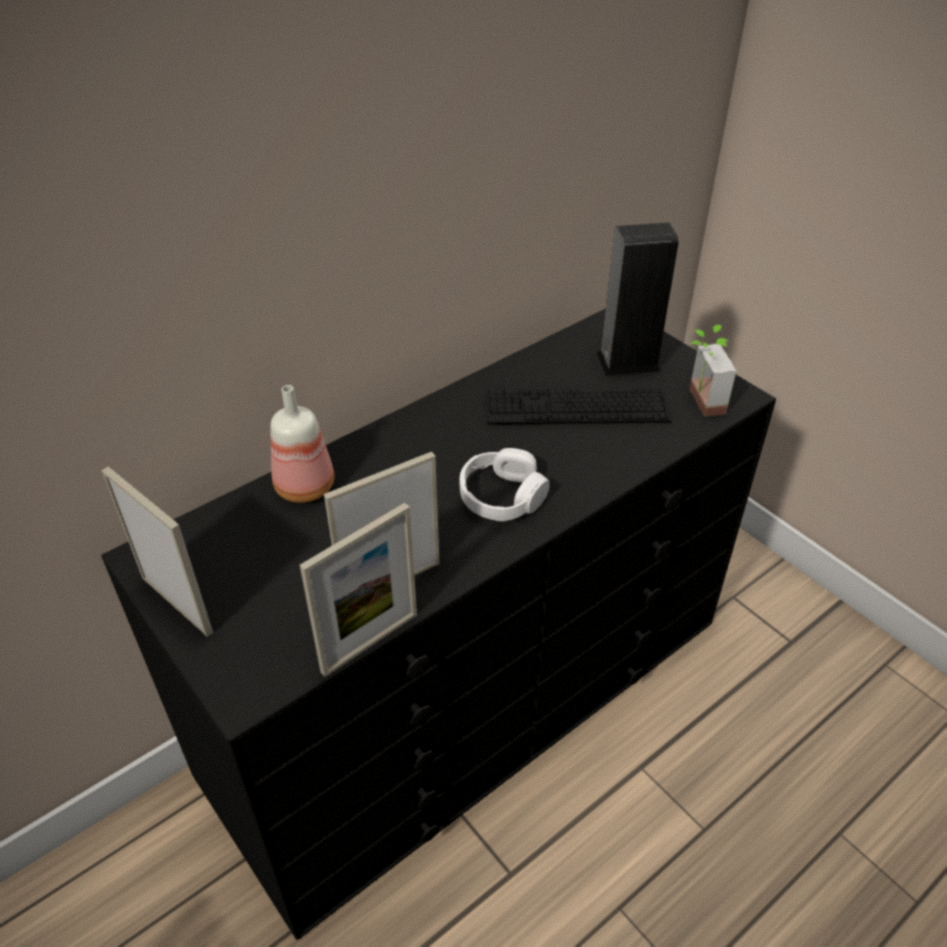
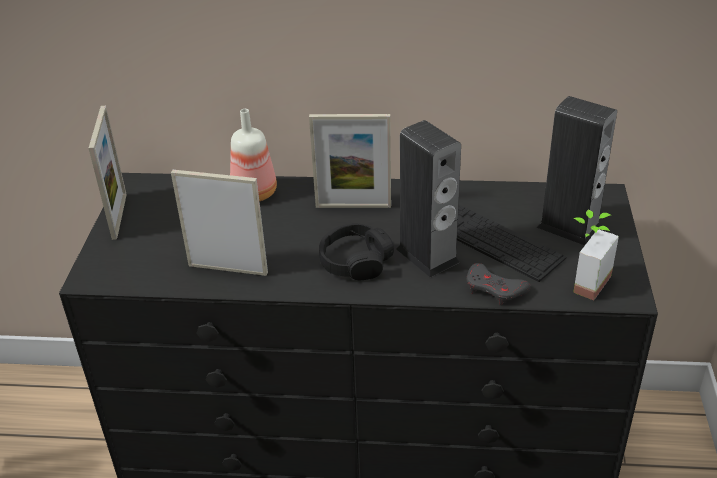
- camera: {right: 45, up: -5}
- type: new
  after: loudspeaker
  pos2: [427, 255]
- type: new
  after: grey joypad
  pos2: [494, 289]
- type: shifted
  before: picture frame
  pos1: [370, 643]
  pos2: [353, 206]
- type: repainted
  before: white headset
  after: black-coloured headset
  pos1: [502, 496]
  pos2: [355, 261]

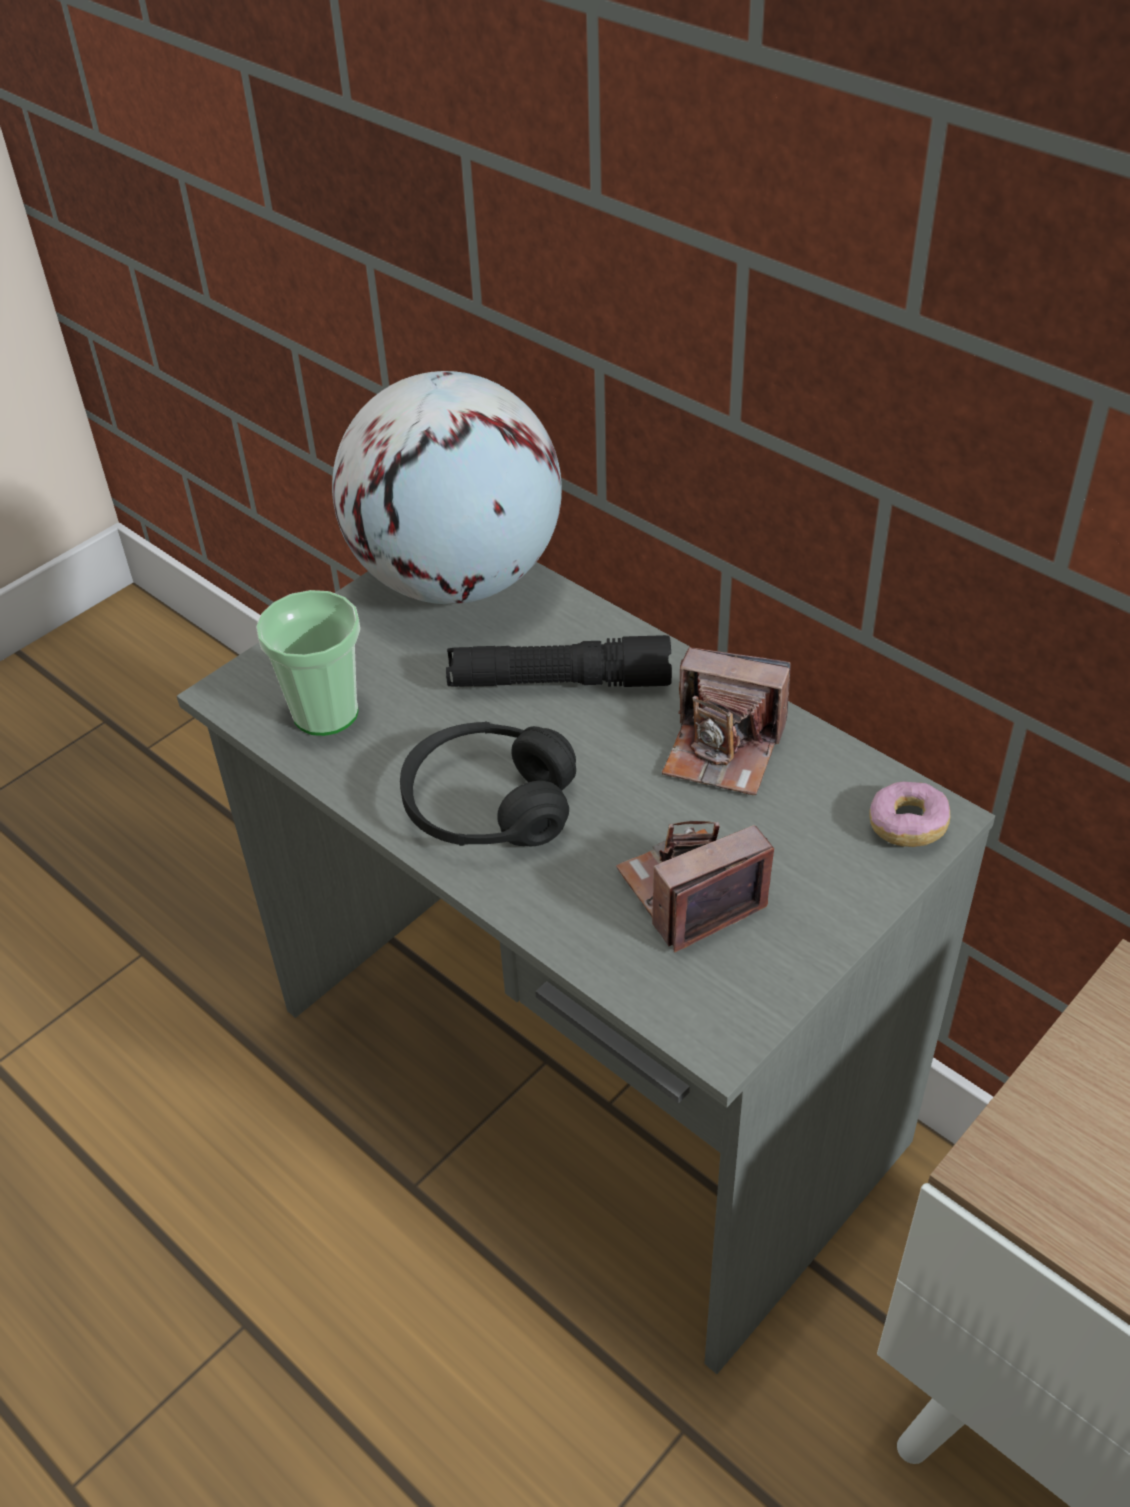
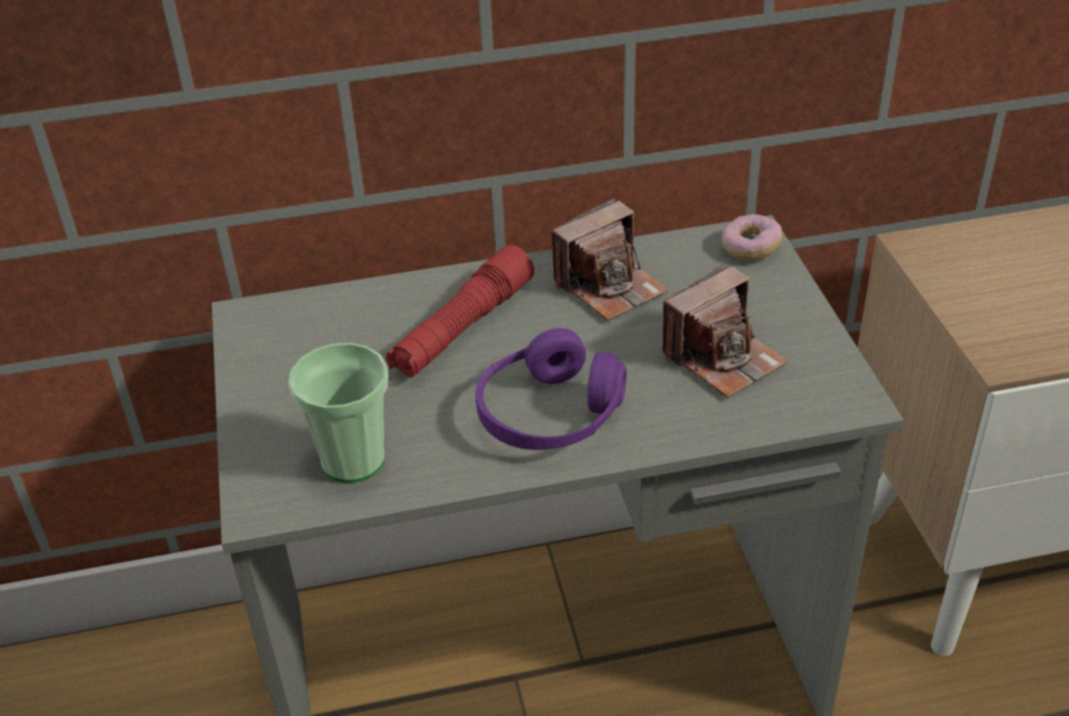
- camera: {right: -55, up: -5}
- type: gone
  before: world globe
  pos1: [457, 579]
- type: repainted
  before: black-coloured headset
  after: purple headset
  pos1: [489, 806]
  pos2: [550, 414]
- type: repainted
  before: black-coloured hand torch
  after: red-coloured hand torch
  pos1: [559, 682]
  pos2: [462, 328]
- type: rotated
  before: photo camera
  pos1: [690, 893]
  pos2: [723, 358]
  turn: -135

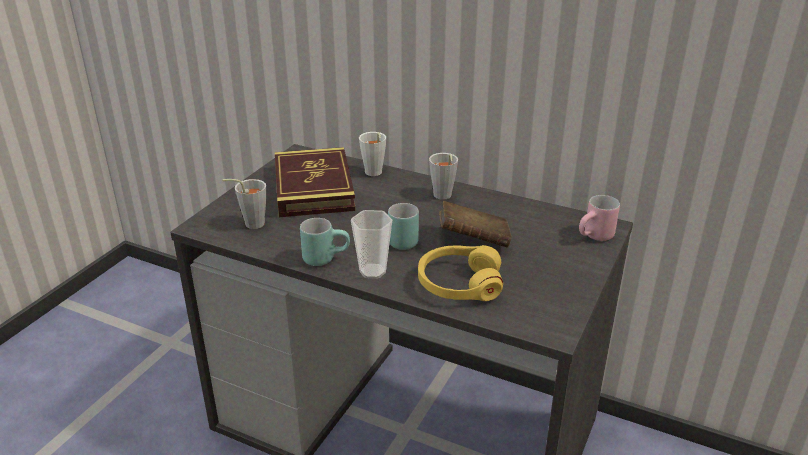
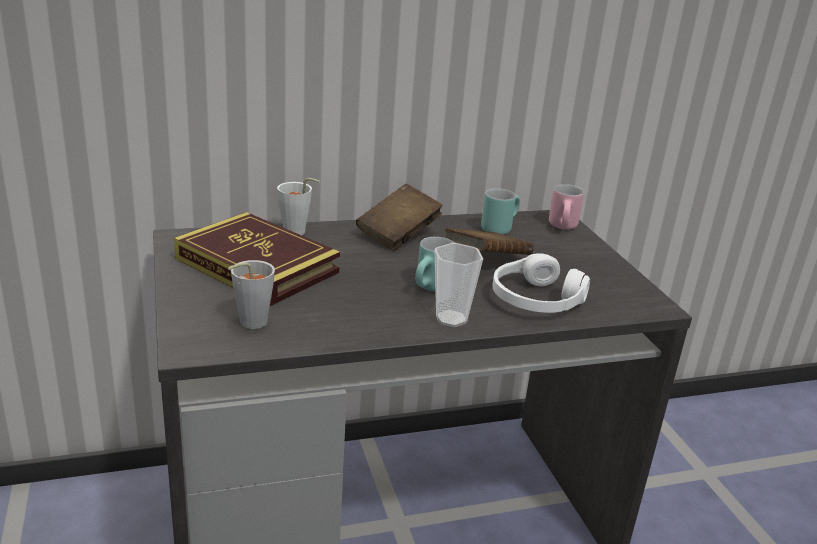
- camera: {right: -45, up: -5}
- type: shifted
  before: turquoise coffee mug
  pos1: [325, 257]
  pos2: [498, 227]
- type: swapped
  before: grey drinking cup
  after: brown volume
  pos1: [442, 197]
  pos2: [398, 234]
- type: repainted
  before: yellow-coloured headset
  after: white headset
  pos1: [459, 284]
  pos2: [536, 300]

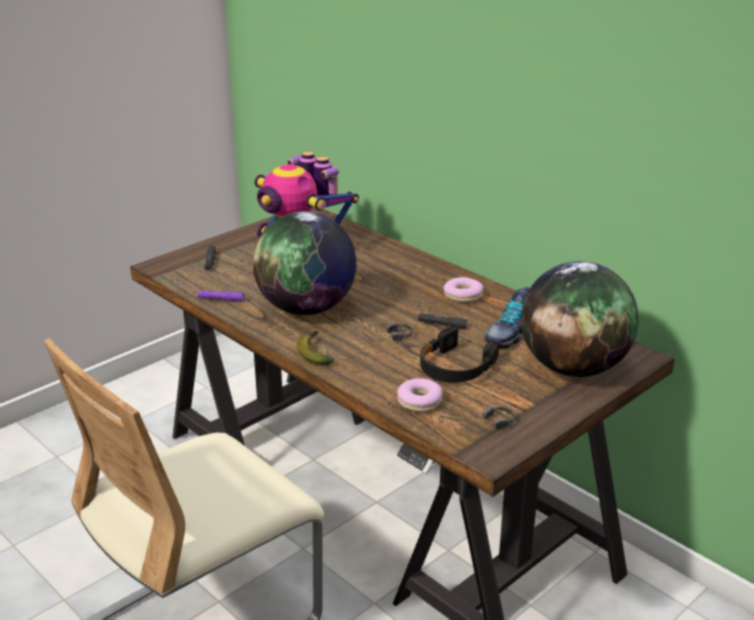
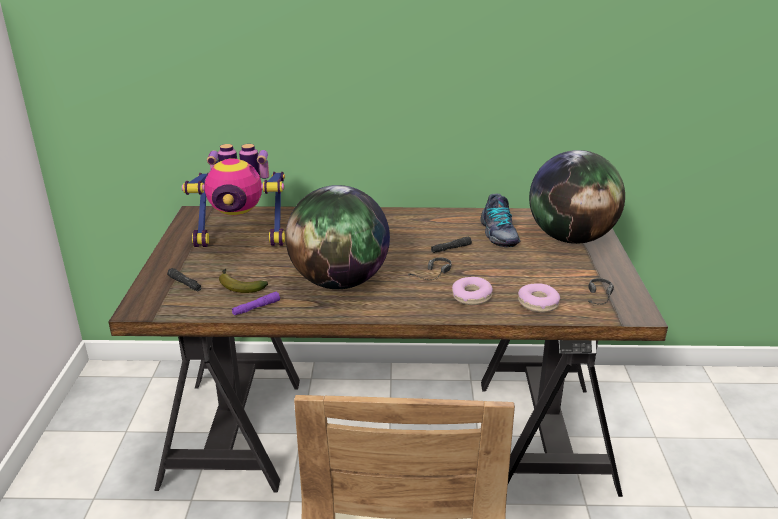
- camera: {right: -45, up: 0}
- type: gone
  before: black-coloured headset
  pos1: [455, 367]
- type: shifted
  before: banana fruit
  pos1: [314, 353]
  pos2: [239, 286]
- type: shifted
  before: doughnut
  pos1: [463, 296]
  pos2: [471, 297]

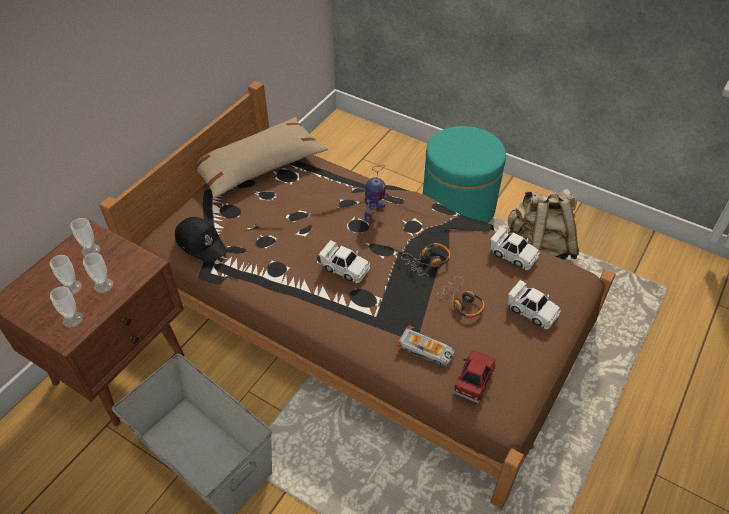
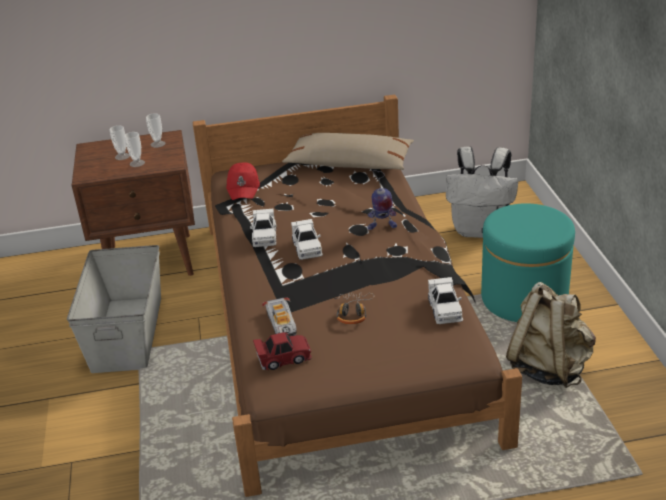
- camera: {right: 50, up: -15}
- type: gone
  before: drinking cup
  pos1: [73, 319]
- type: gone
  before: headset
  pos1: [428, 262]
- type: new
  after: white knapsack
  pos2: [480, 230]
- type: shifted
  before: white toy car
  pos1: [532, 311]
  pos2: [264, 236]
- type: repainted
  before: black-coloured cap
  after: red-coloured cap
  pos1: [201, 244]
  pos2: [244, 187]

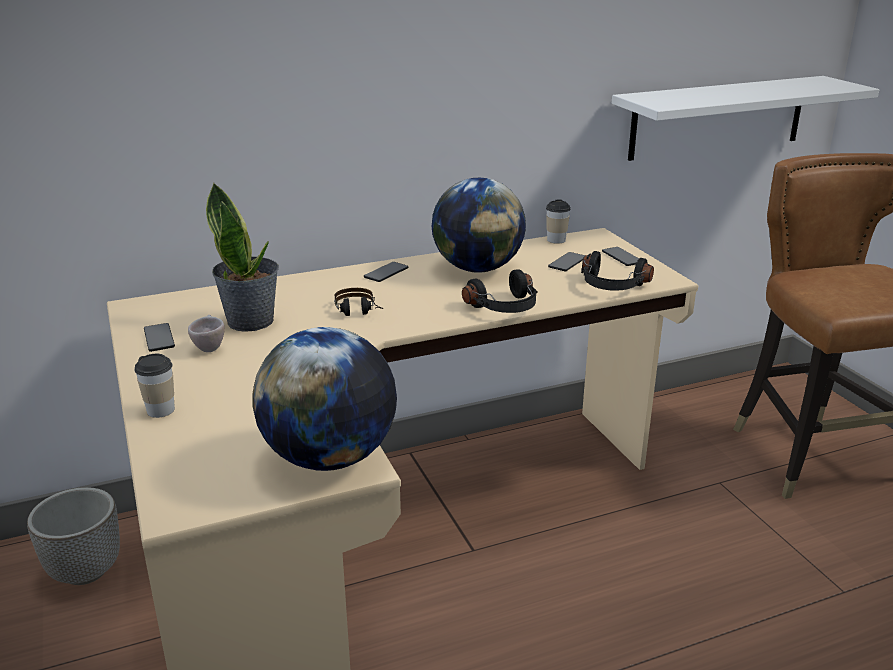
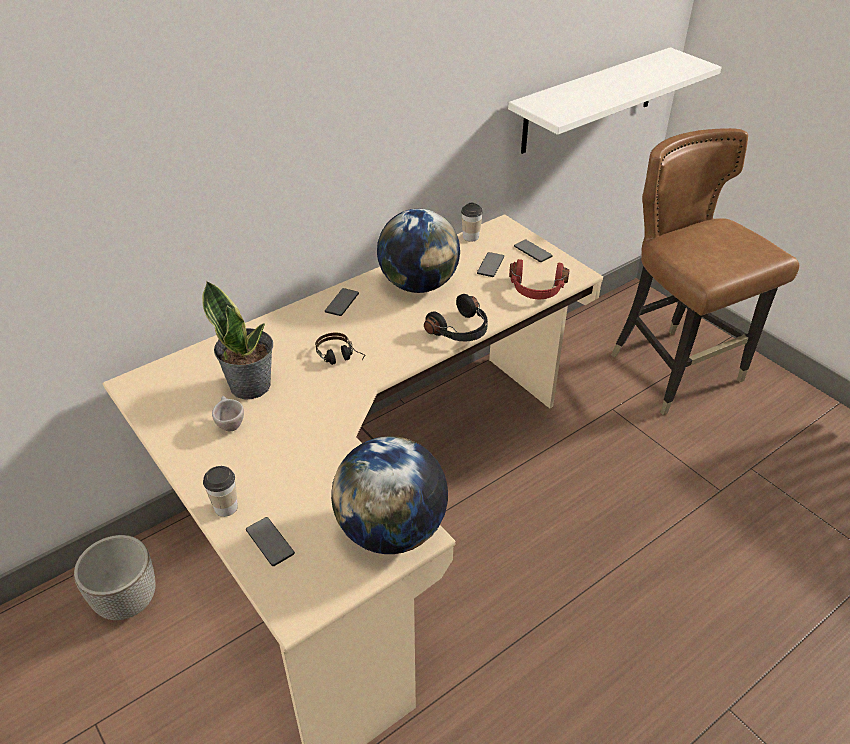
- camera: {right: -15, up: 15}
- type: shifted
  before: telephone
  pos1: [159, 338]
  pos2: [270, 542]
- type: repainted
  before: black-coloured headset
  after: red-coloured headset
  pos1: [611, 286]
  pos2: [537, 290]

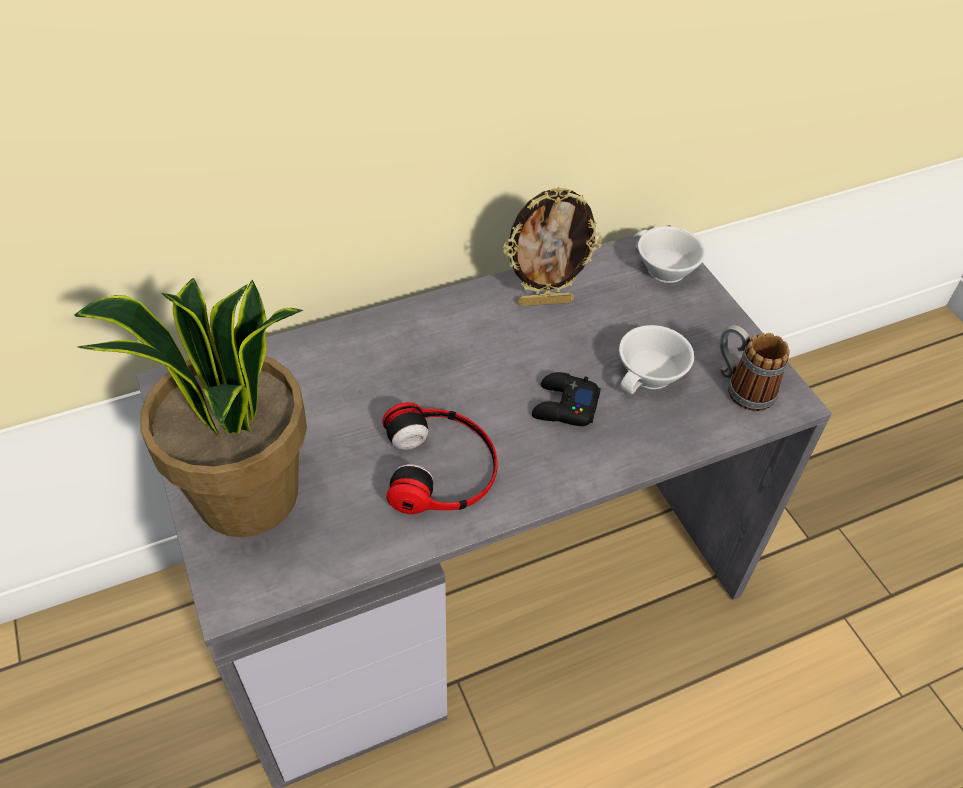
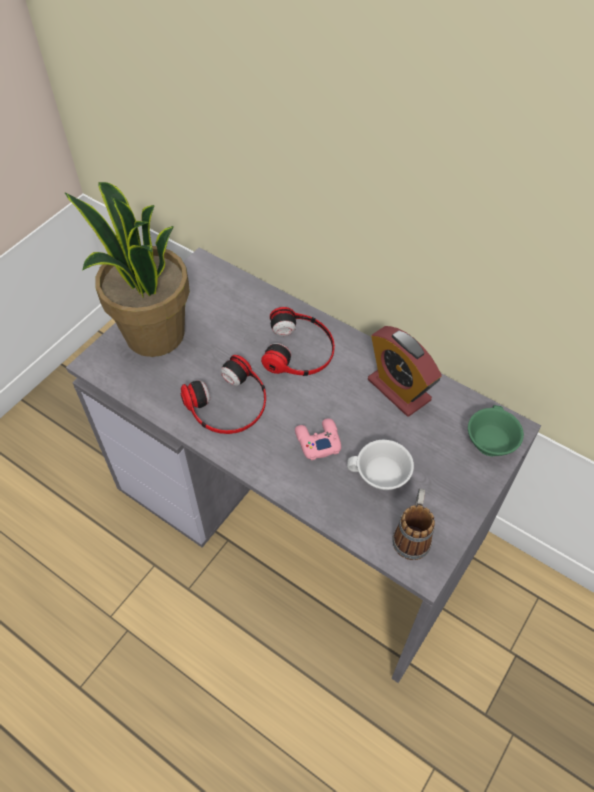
- camera: {right: 60, up: 5}
- type: new
  after: headset
  pos2: [299, 349]
- type: swapped
  before: picture frame
  after: bedside clock
  pos1: [545, 301]
  pos2: [399, 390]
- type: repainted
  before: black-coloured joypad
  after: pink-coloured joypad
  pos1: [564, 406]
  pos2: [317, 441]
- type: repainted
  before: white drinking cup
  after: green-coloured drinking cup
  pos1: [663, 269]
  pos2: [488, 440]

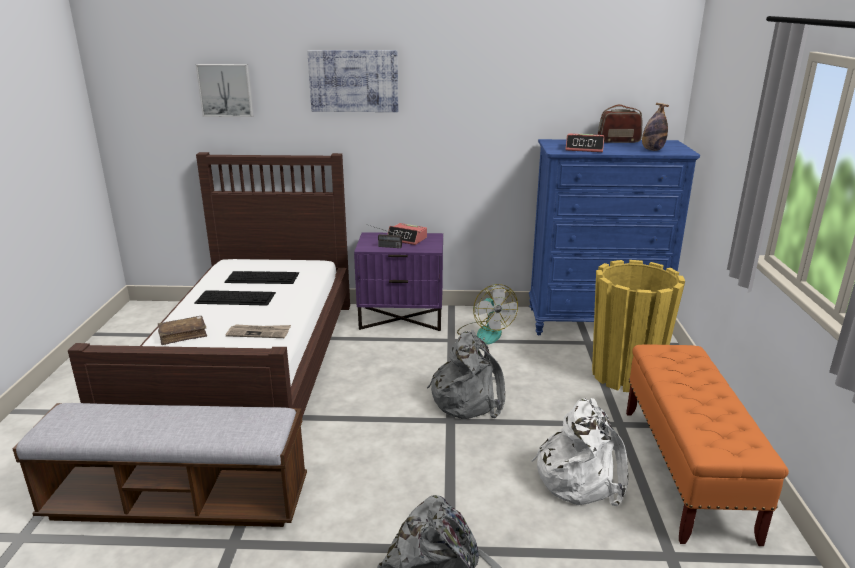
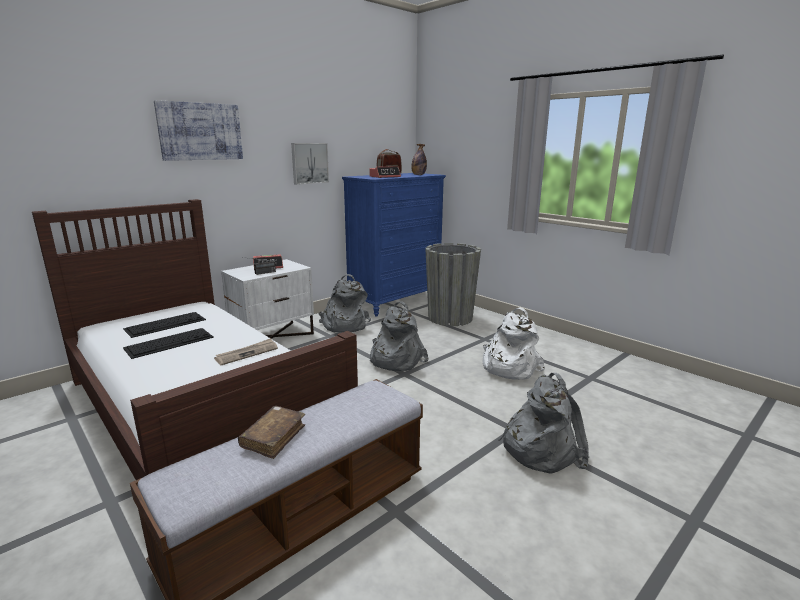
- camera: {right: -45, up: -5}
- type: gone
  before: orange indoor bench
  pos1: [685, 471]
- type: shifted
  before: brown volume
  pos1: [183, 335]
  pos2: [273, 437]
- type: shifted
  before: picture
  pos1: [226, 90]
  pos2: [309, 163]
- type: swapped
  before: cooling fan
  after: grey knapsack
  pos1: [485, 332]
  pos2: [344, 325]
- type: repainted
  before: purple night table
  after: white night table
  pos1: [402, 318]
  pos2: [273, 336]
- type: repainted
  before: yellow-coloured planter
  after: grey planter
  pos1: [626, 374]
  pos2: [450, 318]

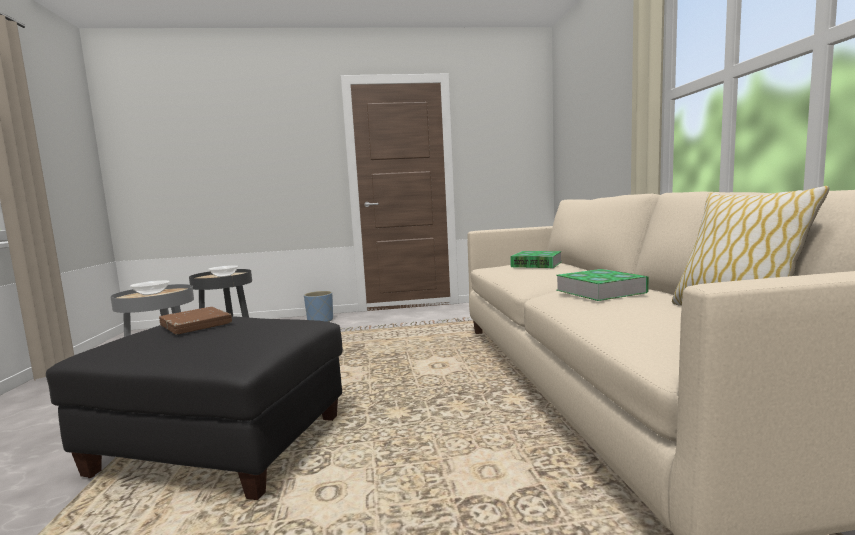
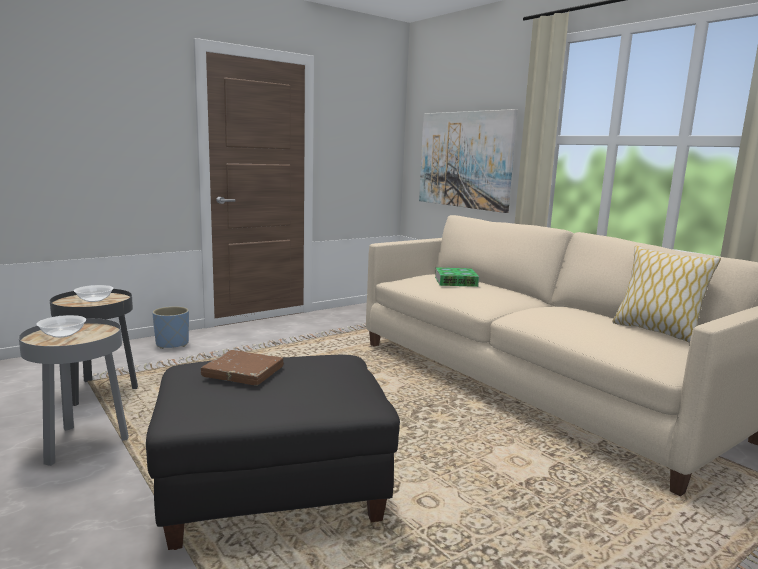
- camera: {right: -30, up: 5}
- type: gone
  before: volume
  pos1: [600, 291]
- type: new
  after: picture
  pos2: [465, 160]

